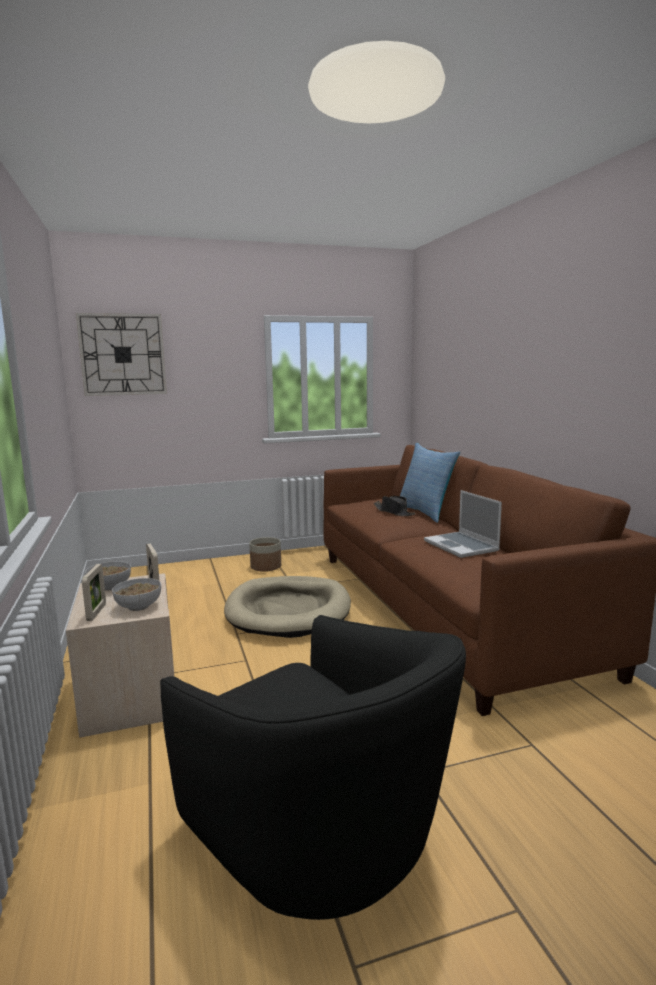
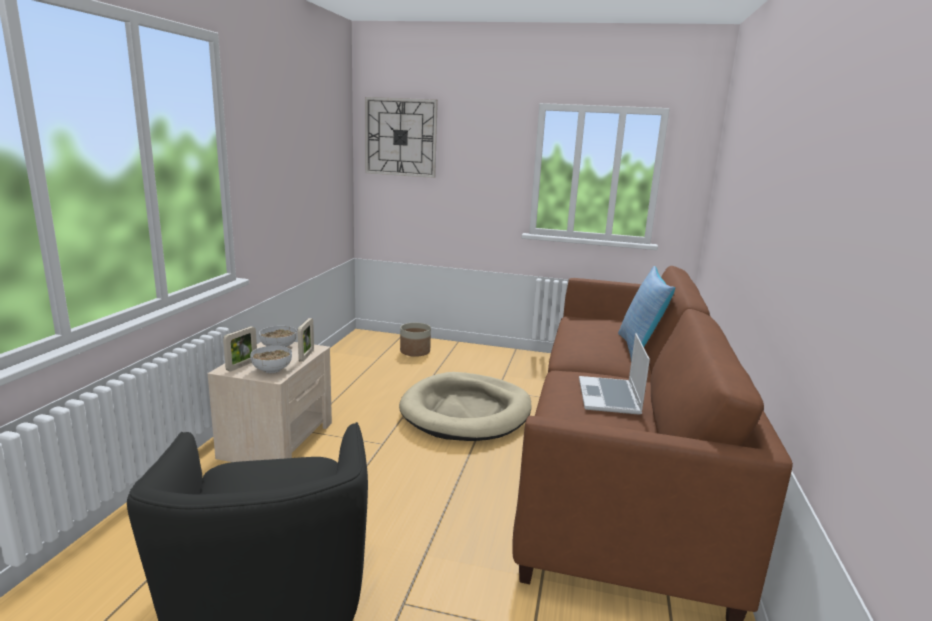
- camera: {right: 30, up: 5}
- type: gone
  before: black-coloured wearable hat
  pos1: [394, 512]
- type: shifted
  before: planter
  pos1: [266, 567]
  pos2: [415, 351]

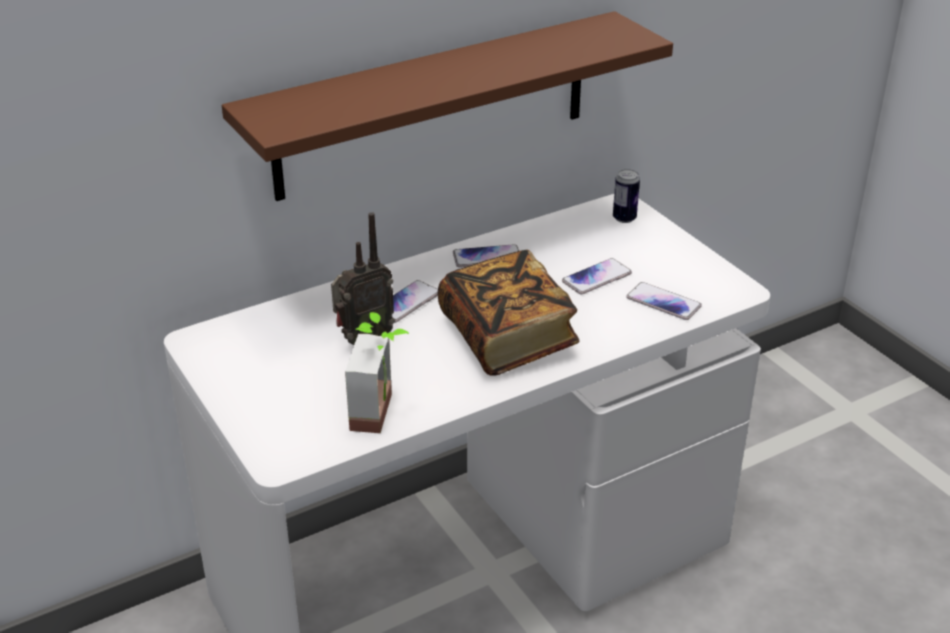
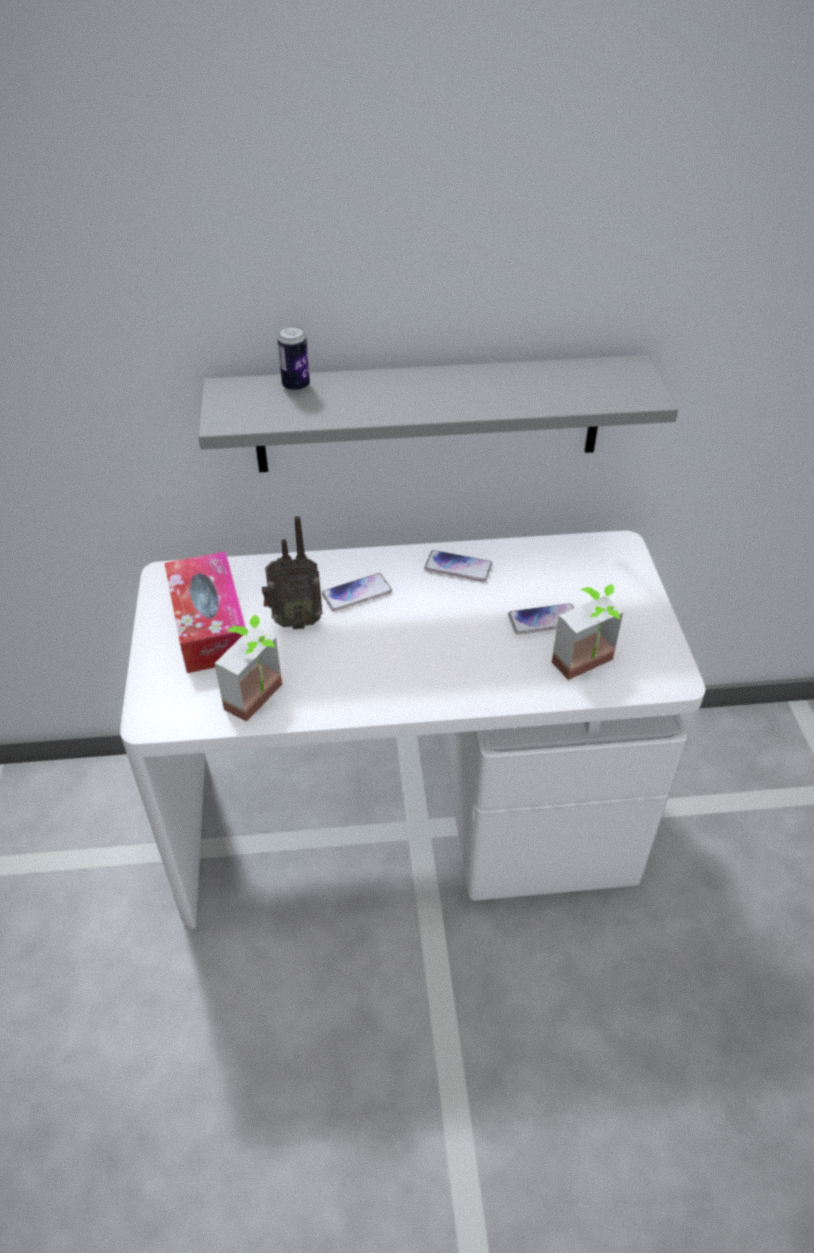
- camera: {right: 25, up: 10}
- type: gone
  before: volume
  pos1: [507, 337]
- type: new
  after: box of tissues
  pos2: [209, 624]
- type: shifted
  before: sealed can
  pos1: [624, 218]
  pos2: [296, 386]
- type: swapped
  before: telephone
  after: plant in a pot
  pos1: [663, 302]
  pos2: [589, 668]
- type: repainted
  before: brown shelf
  after: grey shelf
  pos1: [433, 106]
  pos2: [428, 414]

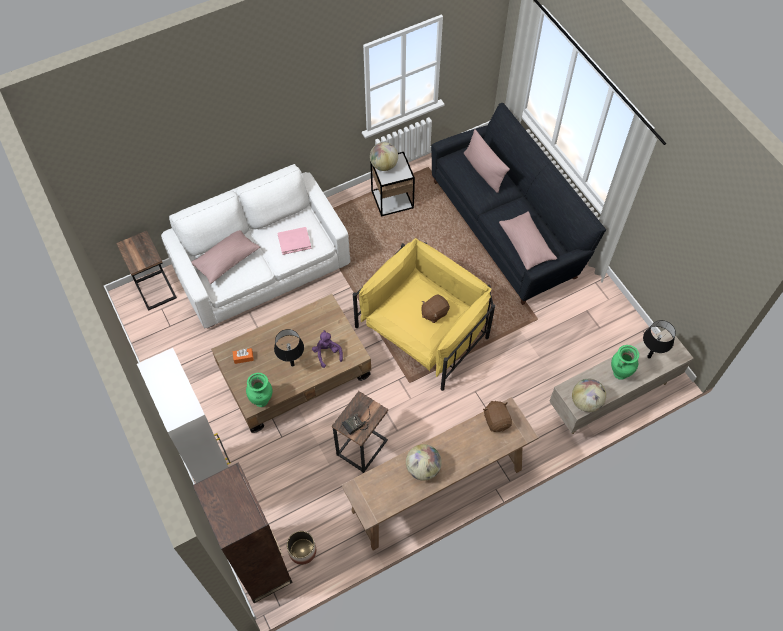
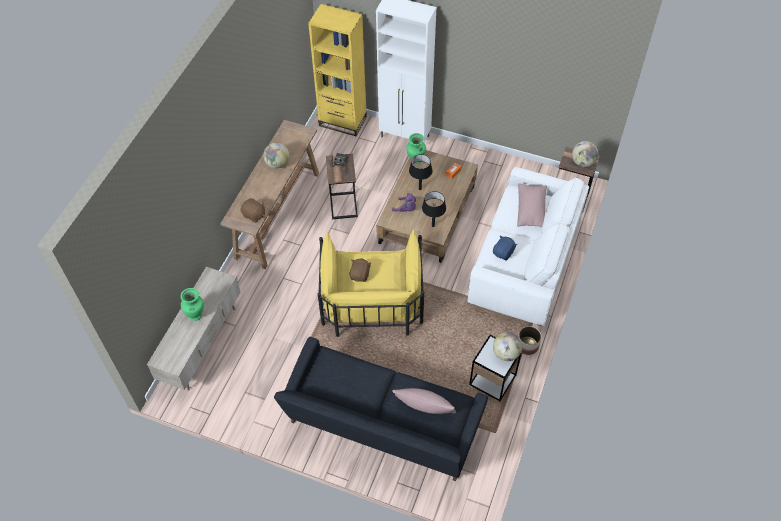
- camera: {right: 140, up: -5}
- type: gone
  before: pink-coloured throw pillow
  pos1: [526, 245]
- type: shifted
  before: planter
  pos1: [302, 550]
  pos2: [527, 345]
- type: shifted
  before: world globe
  pos1: [586, 402]
  pos2: [582, 162]
- type: shifted
  before: black-coloured lamp for a table
  pos1: [649, 357]
  pos2: [433, 226]
- type: swapped
  before: pink-coloured volume
  after: blue-coloured soft toy
  pos1: [294, 241]
  pos2: [503, 253]
- type: repainted
  before: brown bookcase
  after: yellow-coloured bookcase
  pos1: [261, 565]
  pos2: [342, 121]

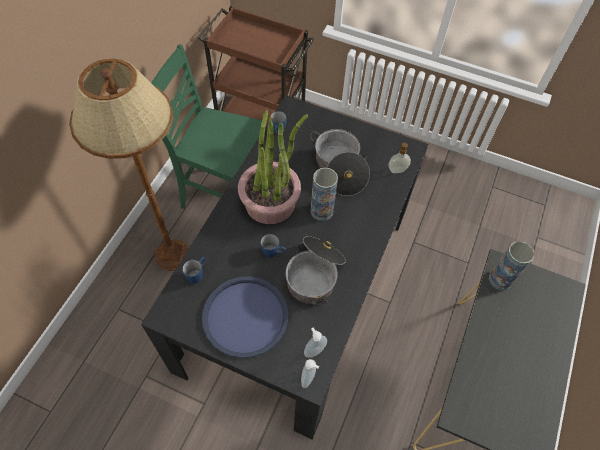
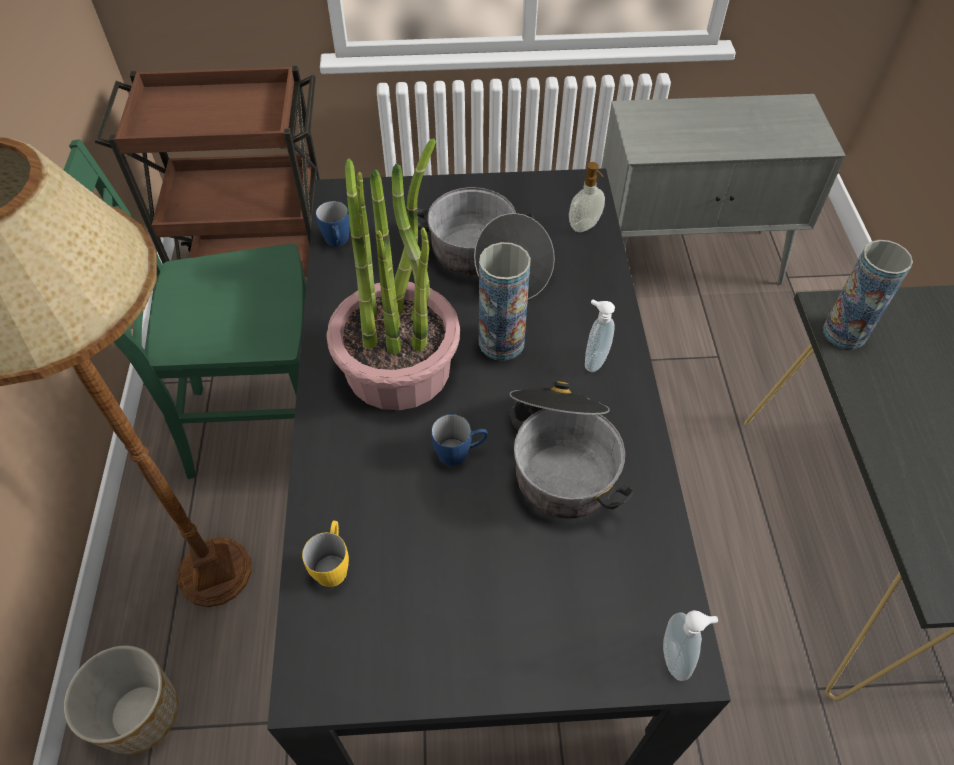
- camera: {right: -25, up: -5}
- type: gone
  before: blue-coloured serving tray
  pos1: [245, 316]
- type: new
  after: planter
  pos2: [140, 712]
- type: new
  after: grey storage cabinet
  pos2: [688, 260]
- type: shifted
  before: soap bottle
  pos1: [314, 350]
  pos2: [594, 360]
- type: repainted
  before: blue-coloured coffee mug
  after: yellow-coloured coffee mug
  pos1: [197, 274]
  pos2: [333, 564]

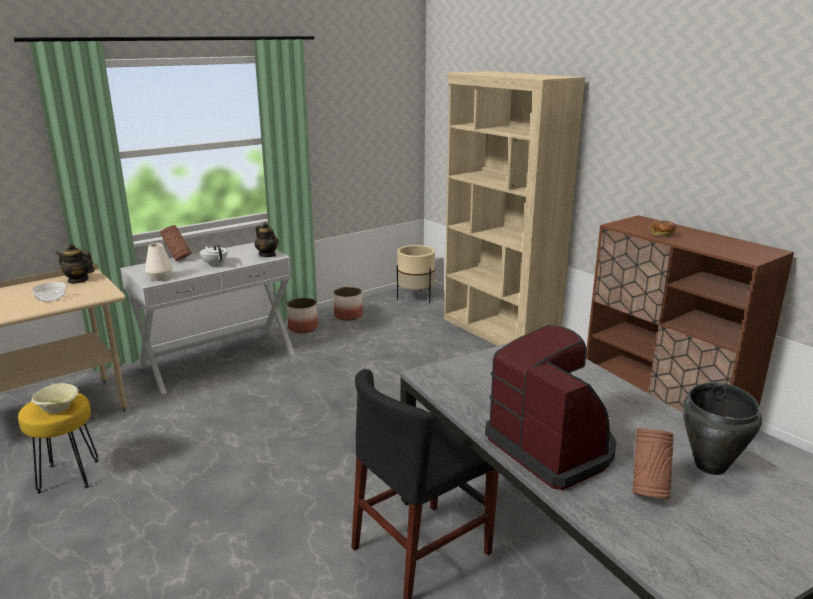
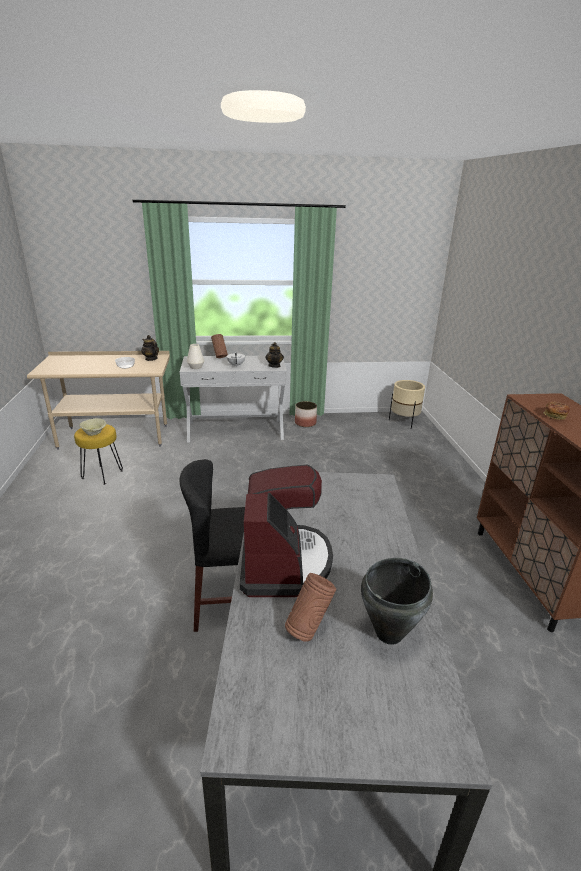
- camera: {right: 30, up: 5}
- type: gone
  before: planter
  pos1: [348, 315]
- type: gone
  before: beige-coloured bookcase
  pos1: [499, 332]

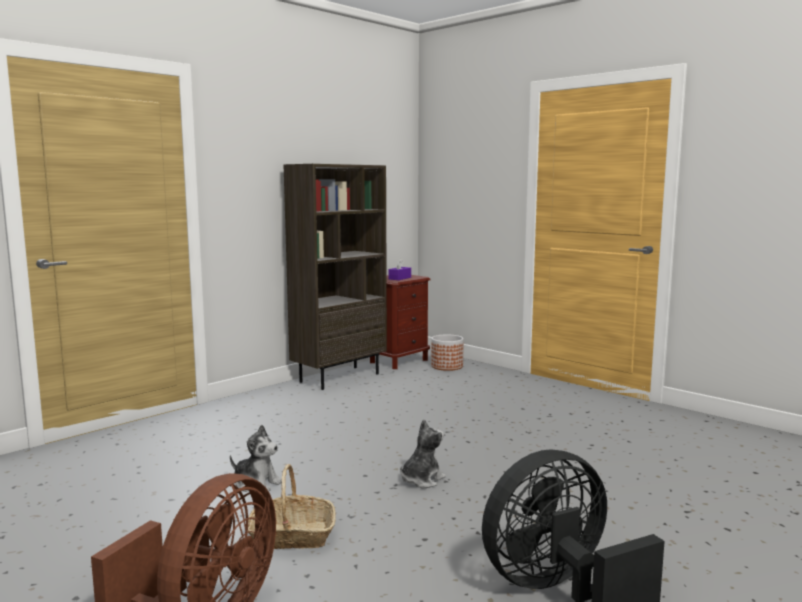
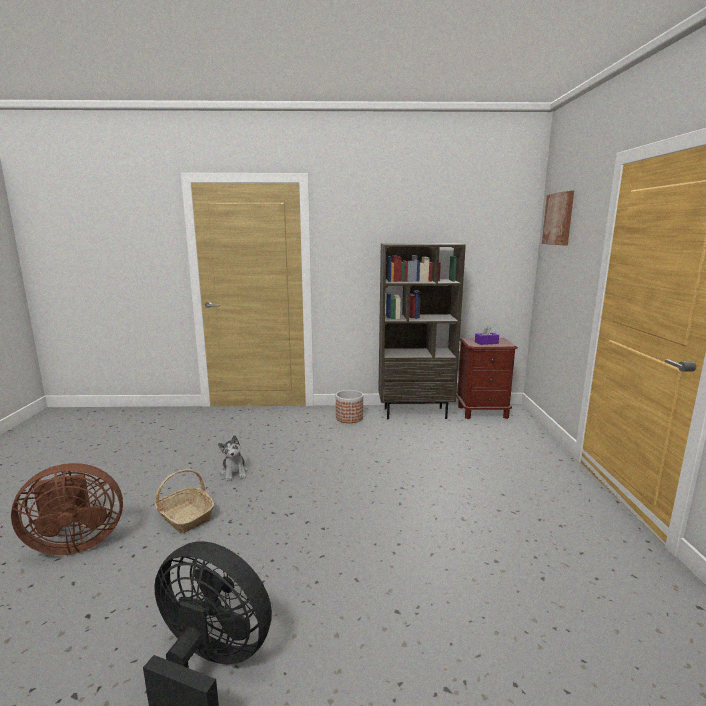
- camera: {right: 45, up: 5}
- type: gone
  before: soft toy
  pos1: [421, 480]
- type: new
  after: picture
  pos2: [559, 219]
- type: shifted
  before: planter
  pos1: [446, 366]
  pos2: [349, 418]

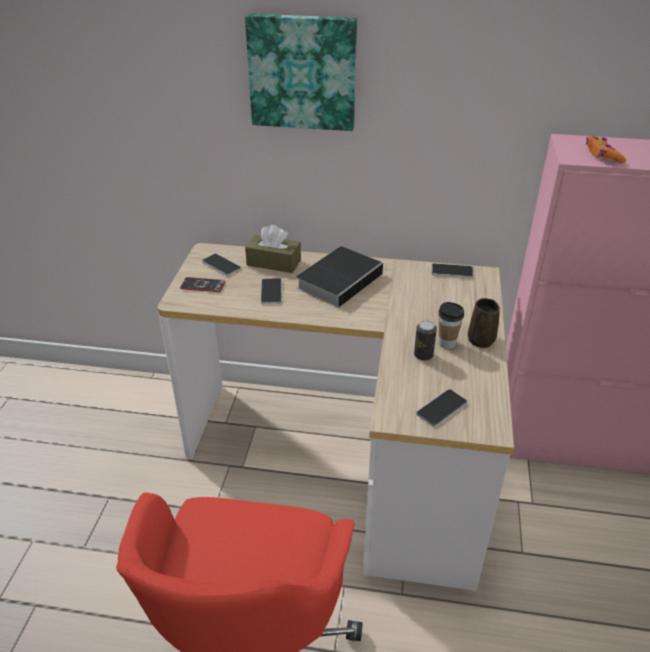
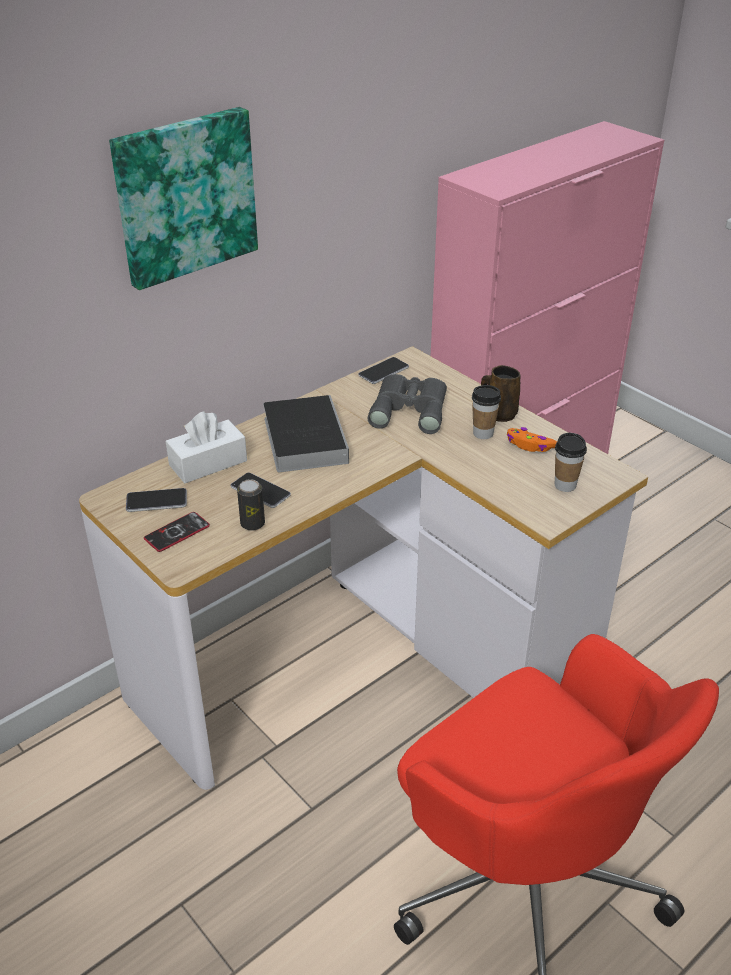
- camera: {right: -50, up: 0}
- type: new
  after: grey field glasses
  pos2: [410, 408]
- type: shifted
  before: sealed can
  pos1: [423, 355]
  pos2: [252, 524]
- type: shifted
  before: orange joypad
  pos1: [602, 155]
  pos2: [530, 445]
- type: swapped
  before: telephone
  after: drinking cup
  pos1: [441, 408]
  pos2: [565, 485]
- type: repainted
  before: brown box of tissues
  after: white box of tissues
  pos1: [274, 262]
  pos2: [208, 463]

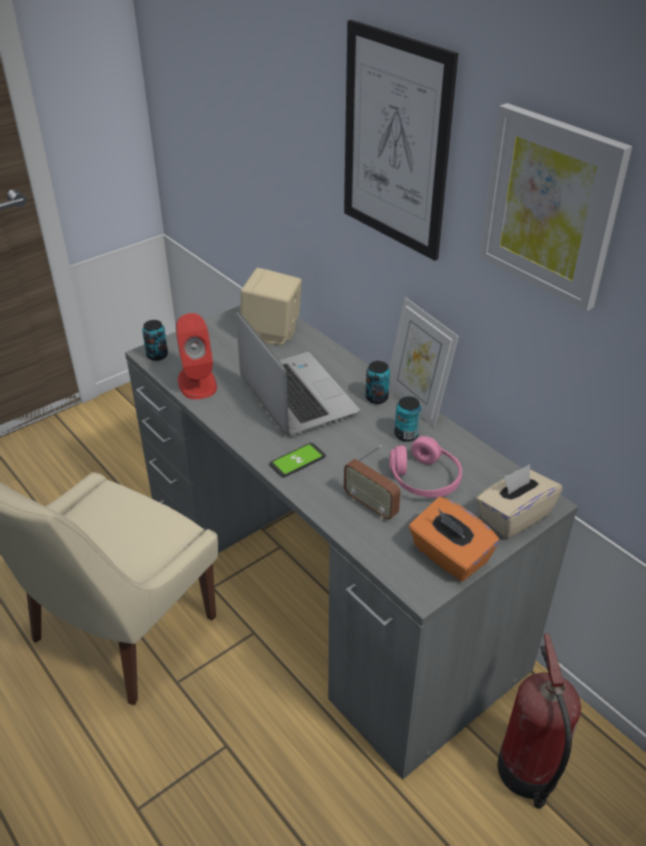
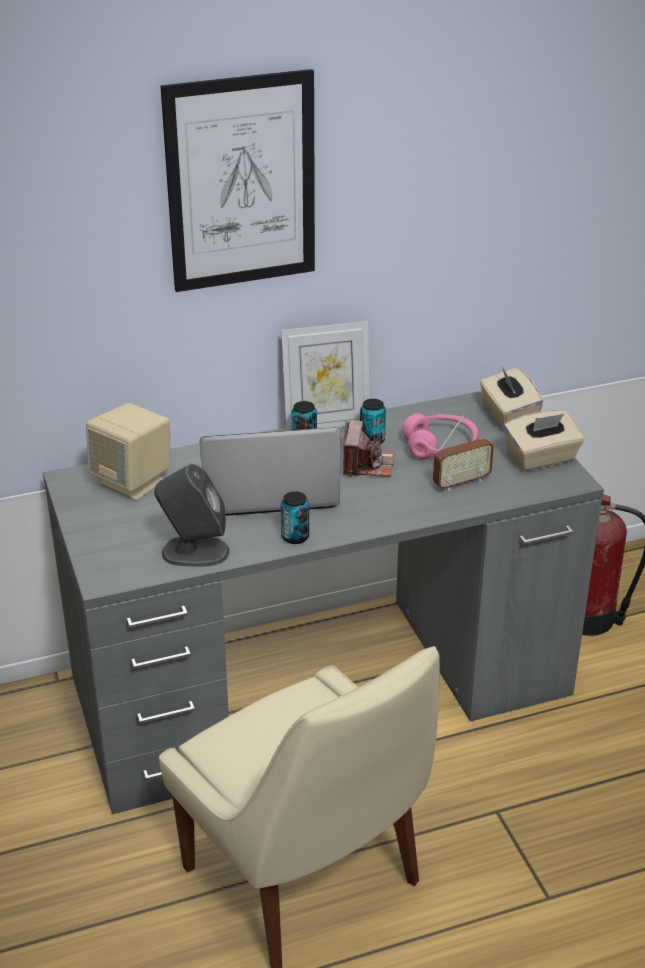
- camera: {right: -70, up: -5}
- type: gone
  before: telephone
  pos1: [297, 460]
- type: gone
  before: picture
  pos1: [551, 206]
- type: new
  after: photo camera
  pos2: [367, 464]
- type: shifted
  before: sealed can
  pos1: [157, 355]
  pos2: [295, 537]
- type: repainted
  before: red-coloured loudspeaker
  after: grey loudspeaker
  pos1: [197, 382]
  pos2: [194, 552]
- type: repainted
  before: orange box of tissues
  after: beige-coloured box of tissues
  pos1: [449, 556]
  pos2: [541, 459]

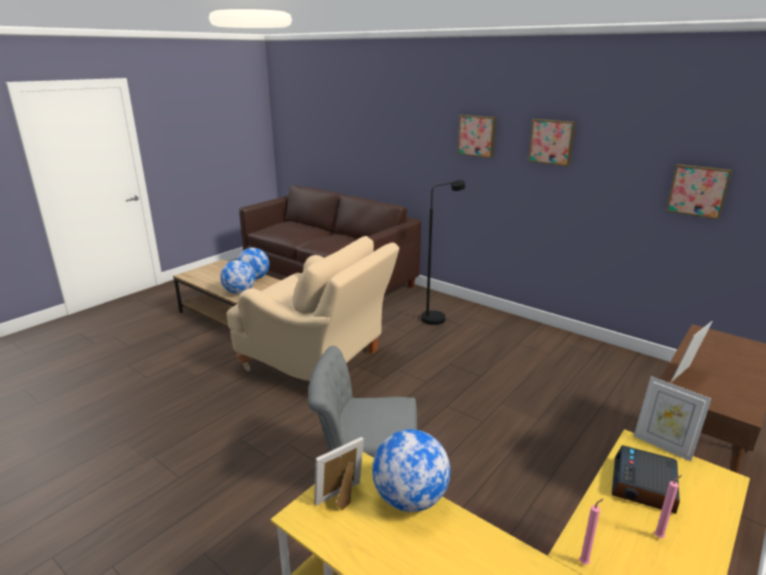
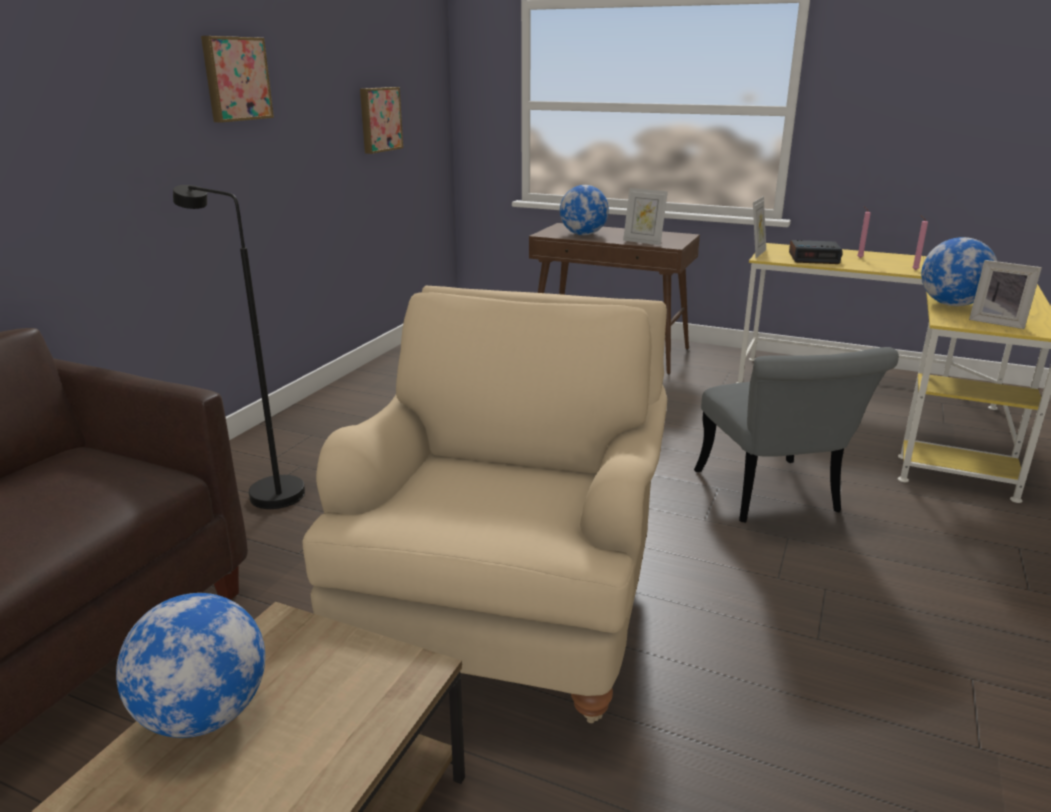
- camera: {right: -105, up: 0}
- type: gone
  before: picture
  pos1: [477, 136]
- type: shifted
  before: world globe
  pos1: [239, 292]
  pos2: [583, 234]

